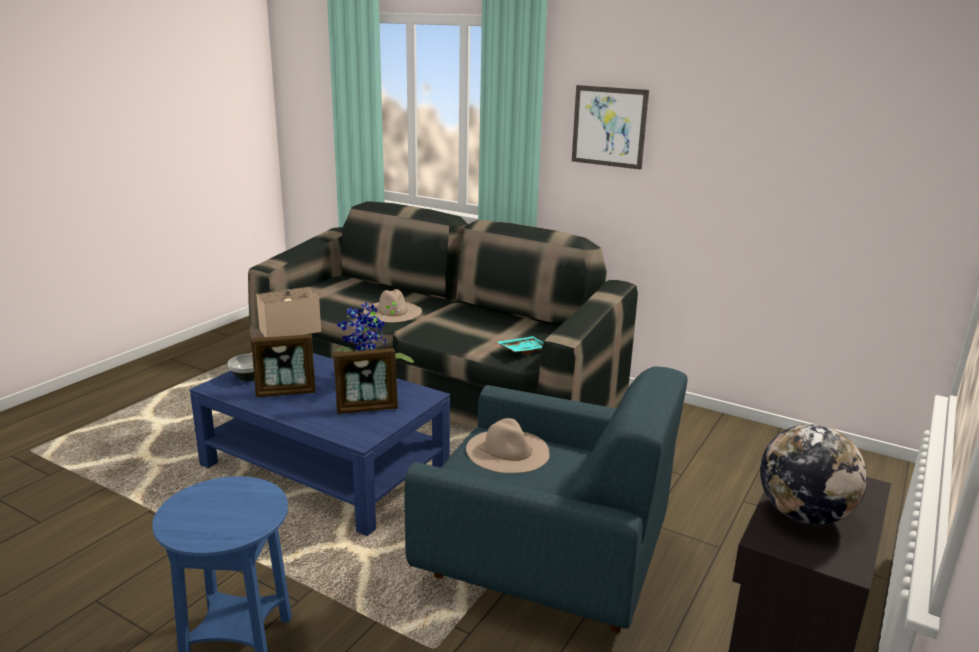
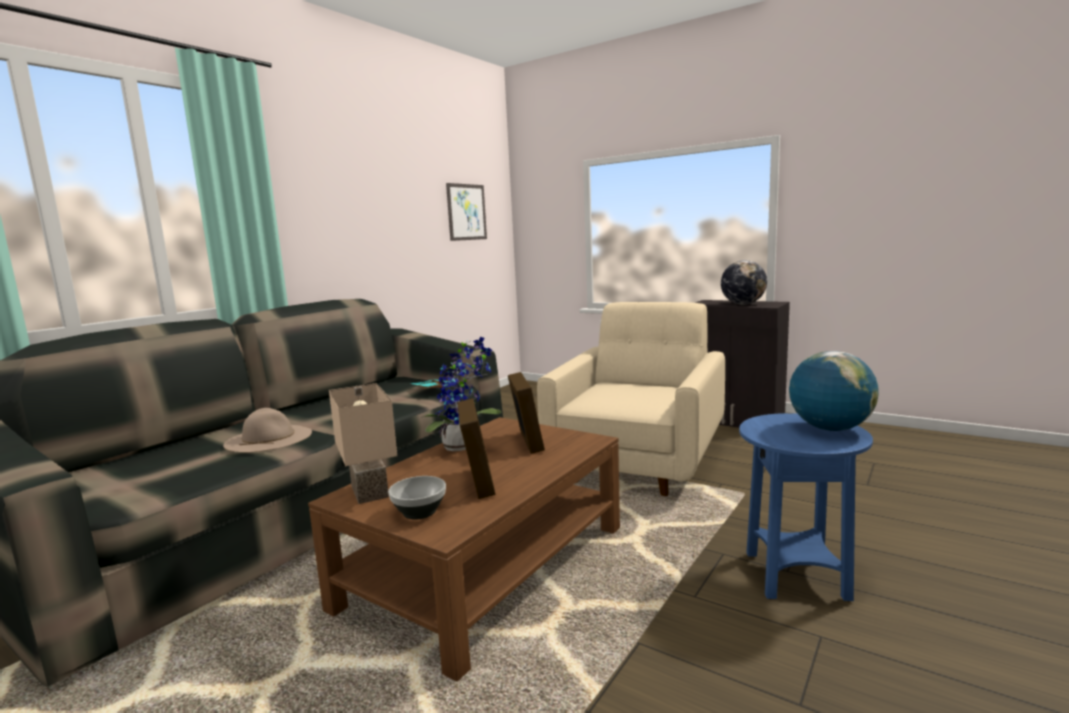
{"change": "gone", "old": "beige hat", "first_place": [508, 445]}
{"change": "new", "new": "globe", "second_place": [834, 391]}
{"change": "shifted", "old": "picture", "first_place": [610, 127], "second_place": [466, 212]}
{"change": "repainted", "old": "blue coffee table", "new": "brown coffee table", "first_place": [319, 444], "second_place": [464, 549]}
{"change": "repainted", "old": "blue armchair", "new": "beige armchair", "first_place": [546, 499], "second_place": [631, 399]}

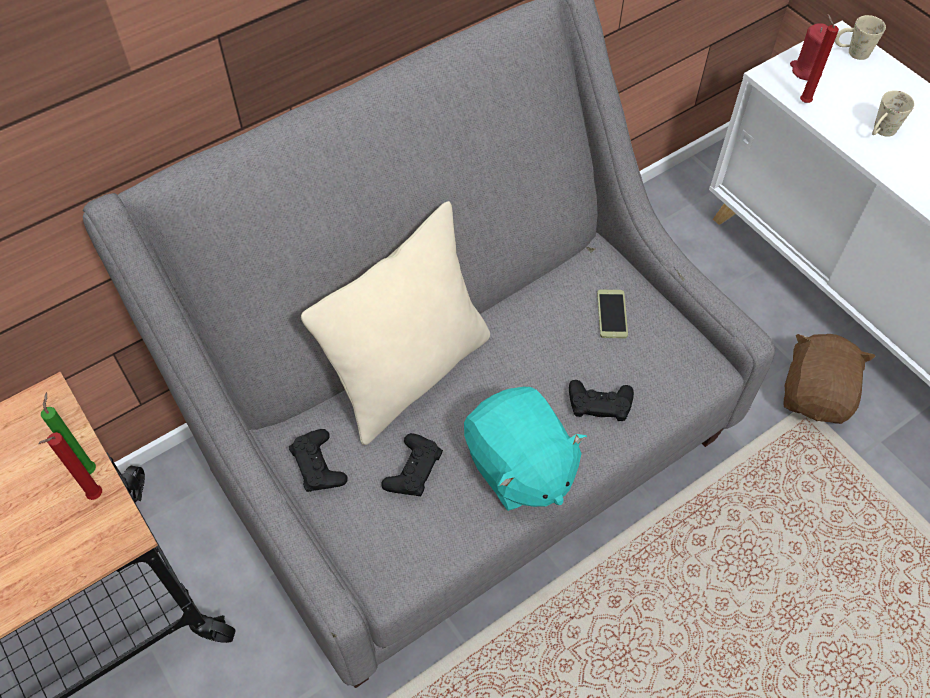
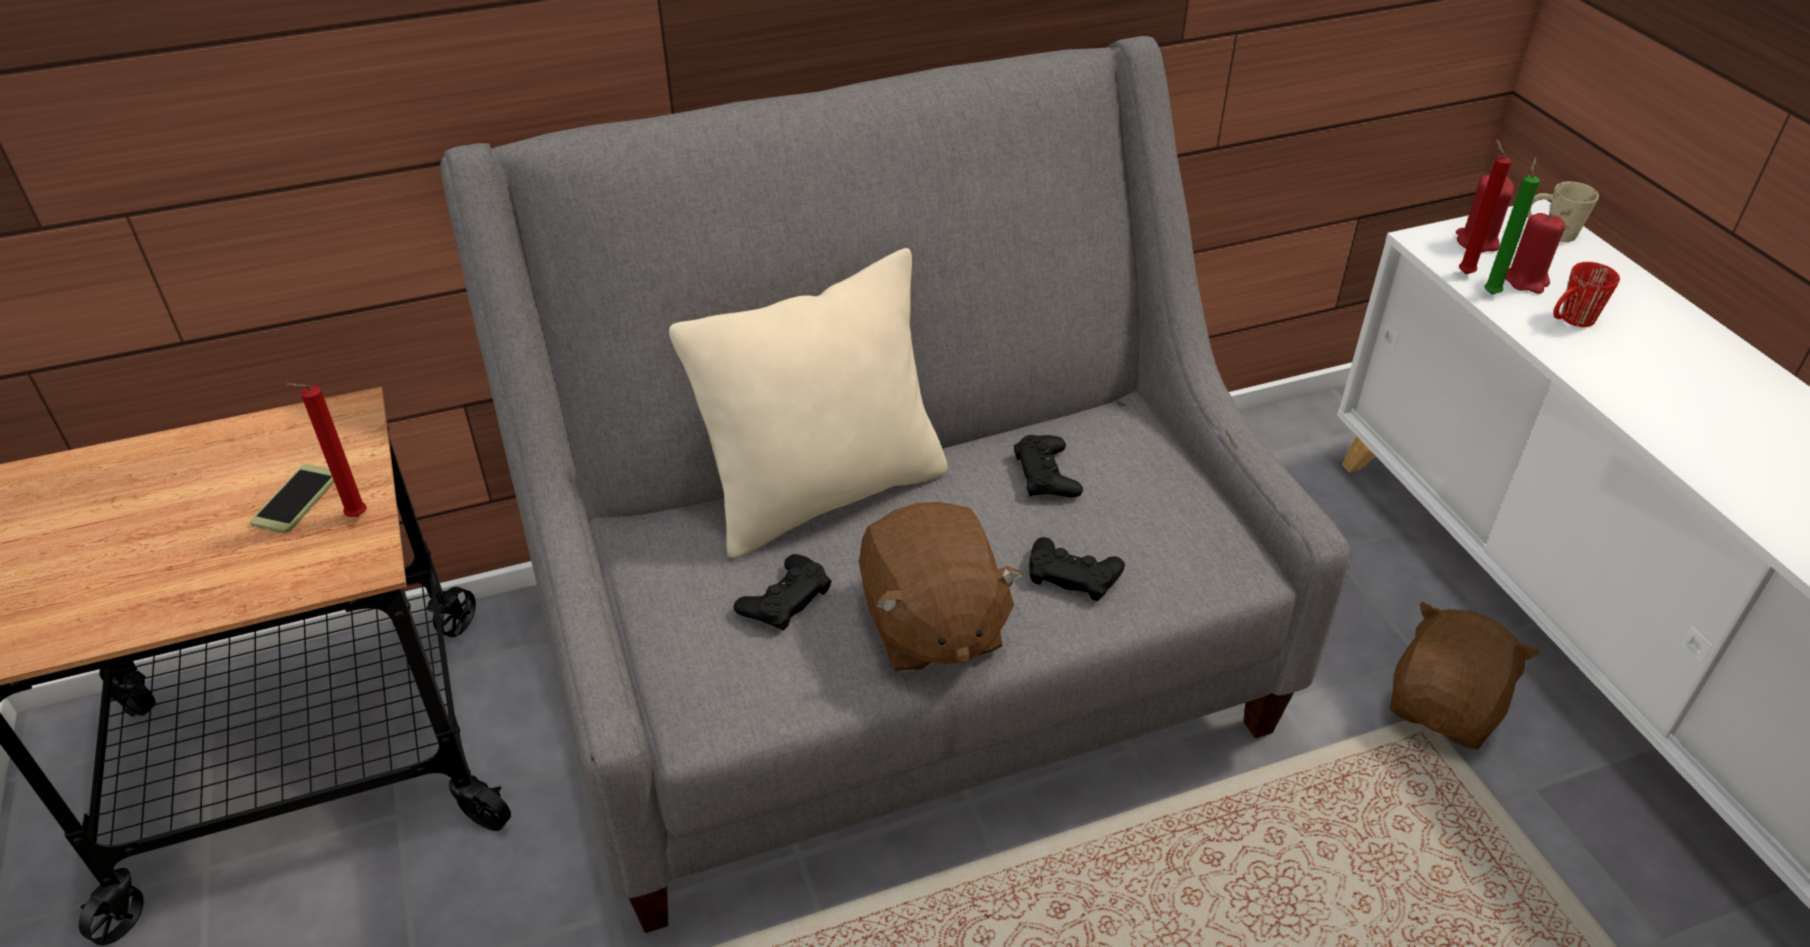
{"change": "new", "new": "red candle", "second_place": [1535, 253]}
{"change": "shifted", "old": "green candle", "first_place": [68, 433], "second_place": [1512, 226]}
{"change": "shifted", "old": "black game controller", "first_place": [318, 460], "second_place": [1048, 466]}
{"change": "shifted", "old": "phone", "first_place": [612, 314], "second_place": [292, 498]}
{"change": "repainted", "old": "turquoise plush toy", "new": "brown plush toy", "first_place": [525, 449], "second_place": [941, 587]}
{"change": "repainted", "old": "beige mug", "new": "red mug", "first_place": [893, 113], "second_place": [1586, 294]}

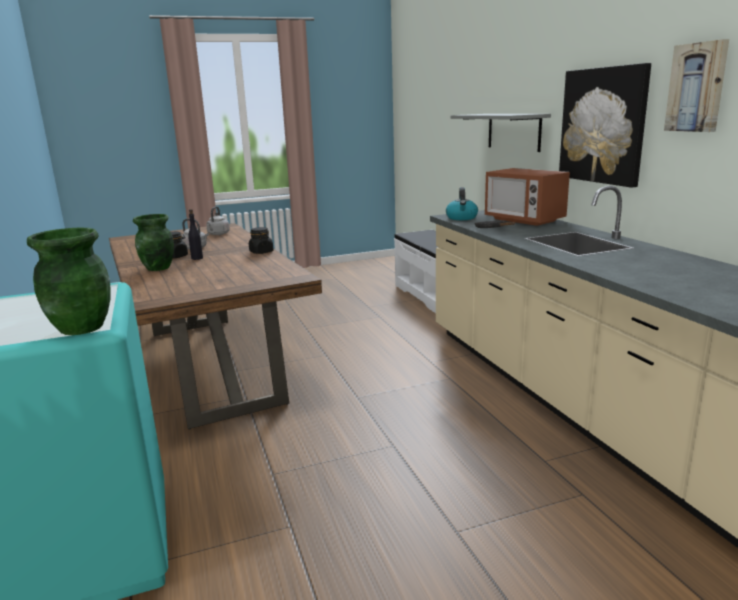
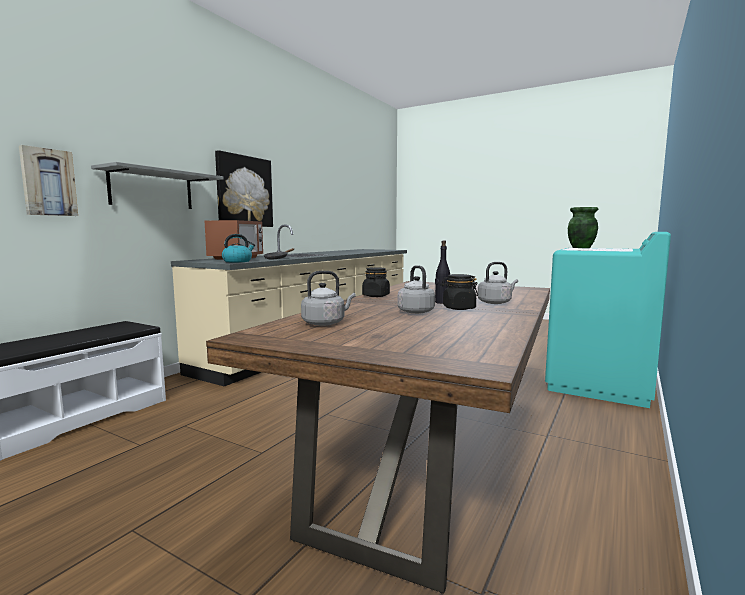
{"change": "shifted", "old": "picture", "first_place": [696, 85], "second_place": [48, 180]}
{"change": "swapped", "old": "green vase", "new": "grey kettle", "first_place": [153, 242], "second_place": [498, 283]}

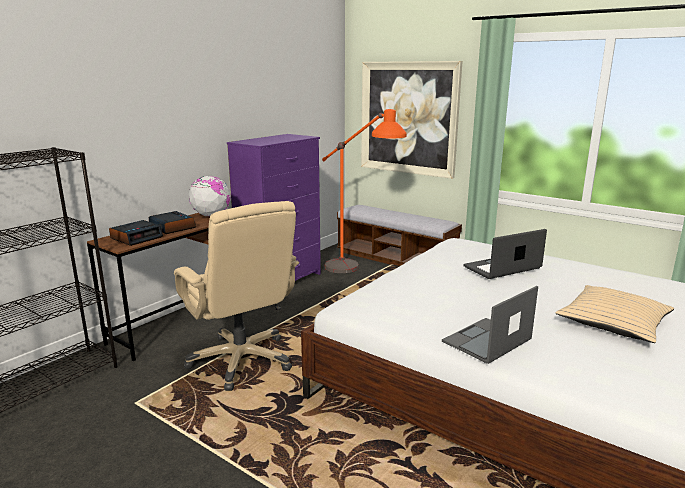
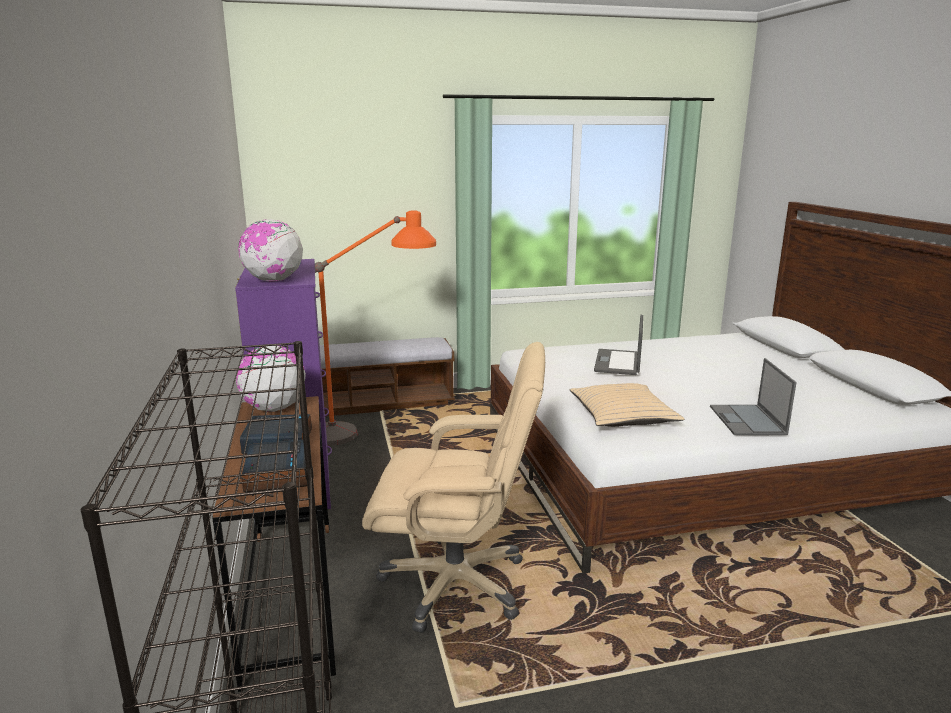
{"change": "gone", "old": "picture", "first_place": [412, 120]}
{"change": "new", "new": "globe", "second_place": [270, 250]}
{"change": "shifted", "old": "beige pillow", "first_place": [614, 314], "second_place": [627, 405]}

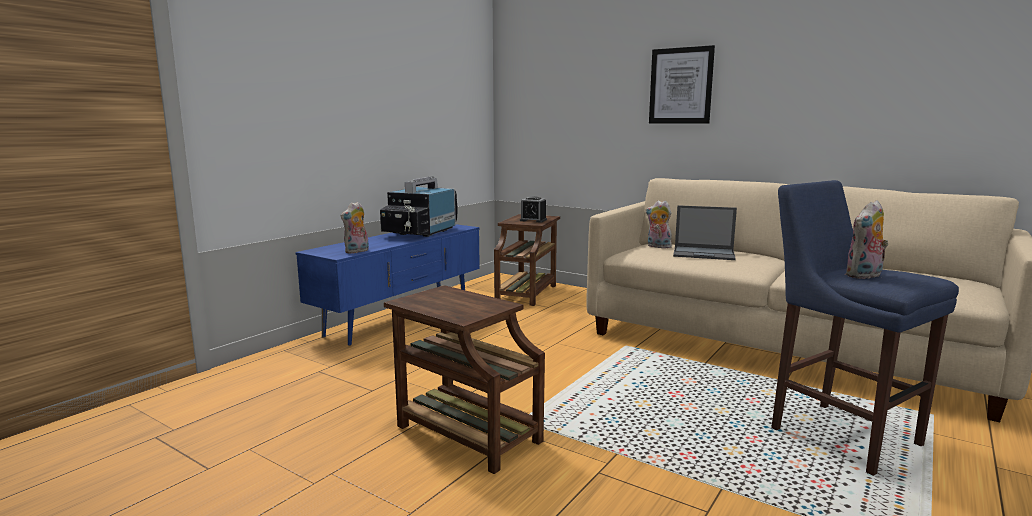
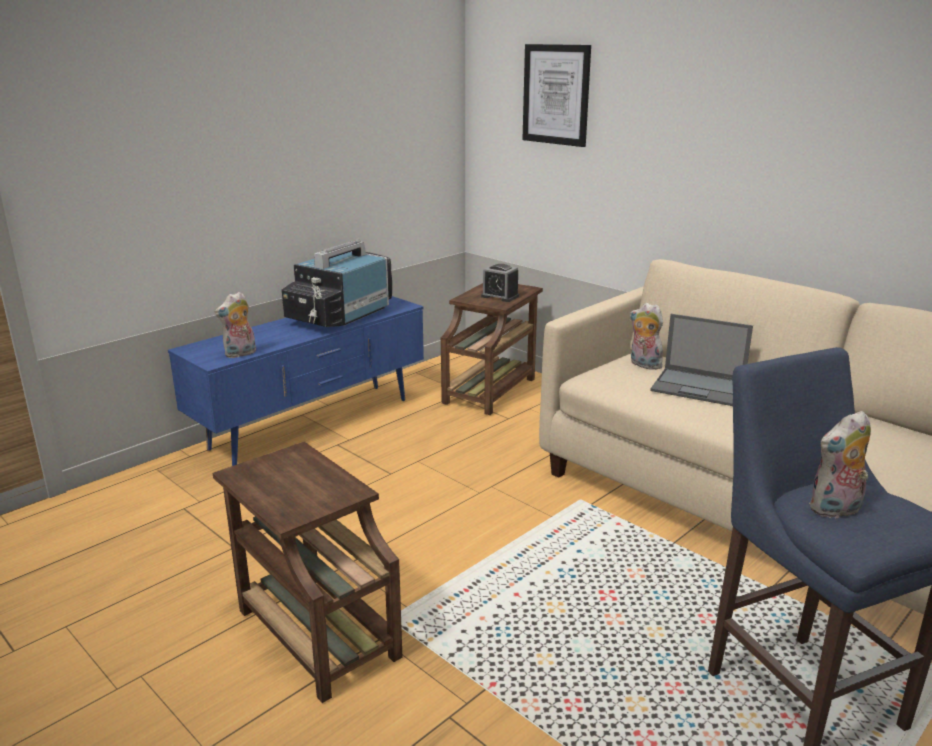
{"change": "shifted", "old": "picture", "first_place": [682, 84], "second_place": [557, 95]}

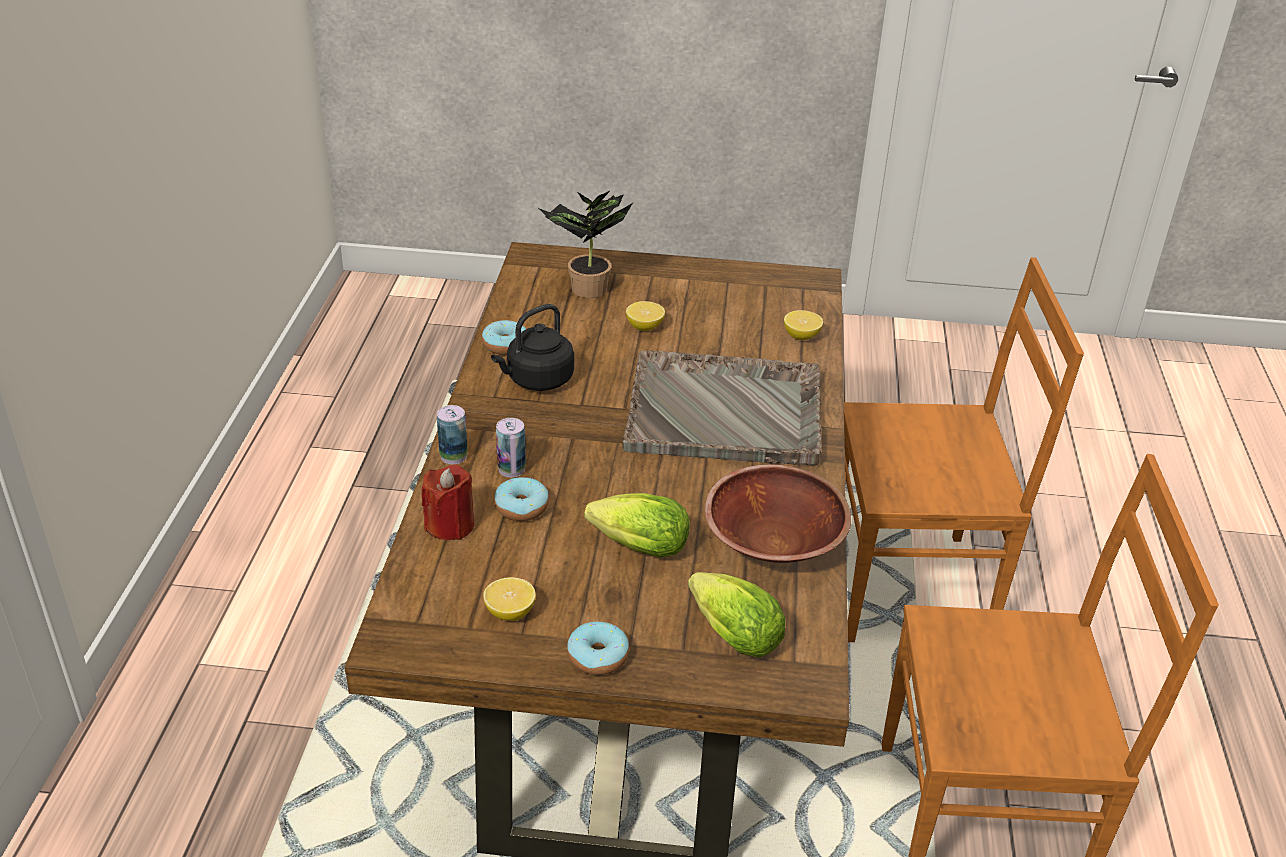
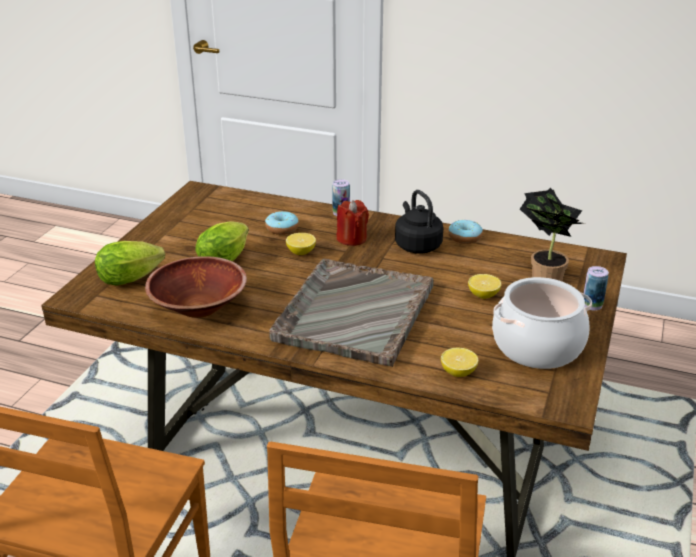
{"change": "gone", "old": "donut", "first_place": [598, 648]}
{"change": "new", "new": "cooking pot", "second_place": [542, 323]}
{"change": "shifted", "old": "red candle", "first_place": [447, 502], "second_place": [353, 223]}
{"change": "shifted", "old": "lemon", "first_place": [509, 599], "second_place": [301, 244]}
{"change": "shifted", "old": "can", "first_place": [511, 447], "second_place": [596, 288]}

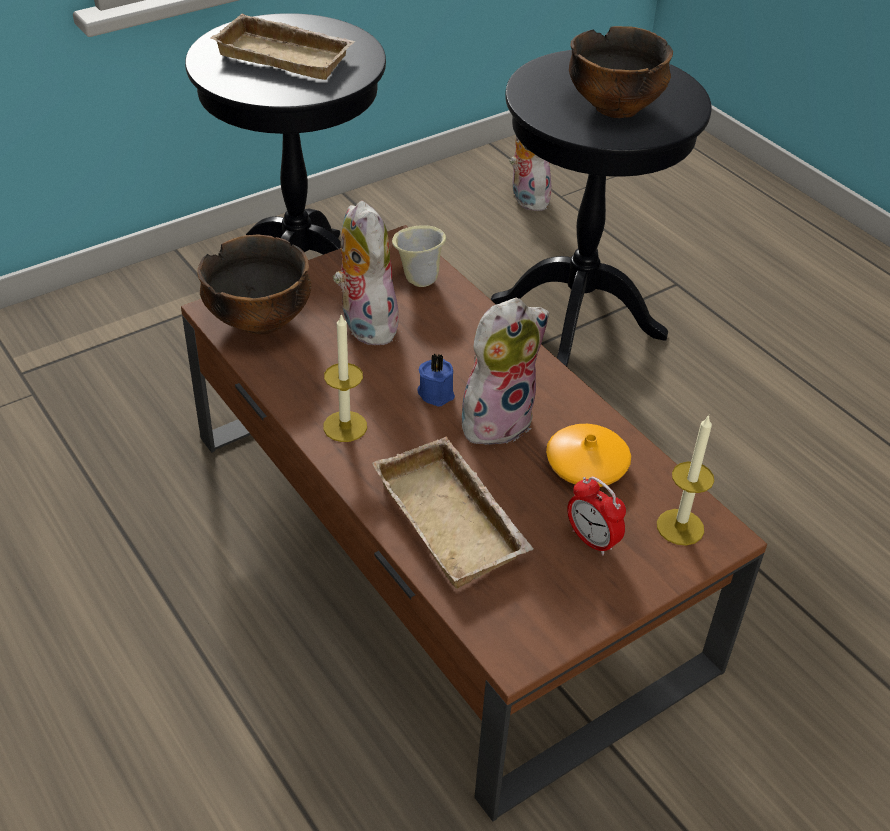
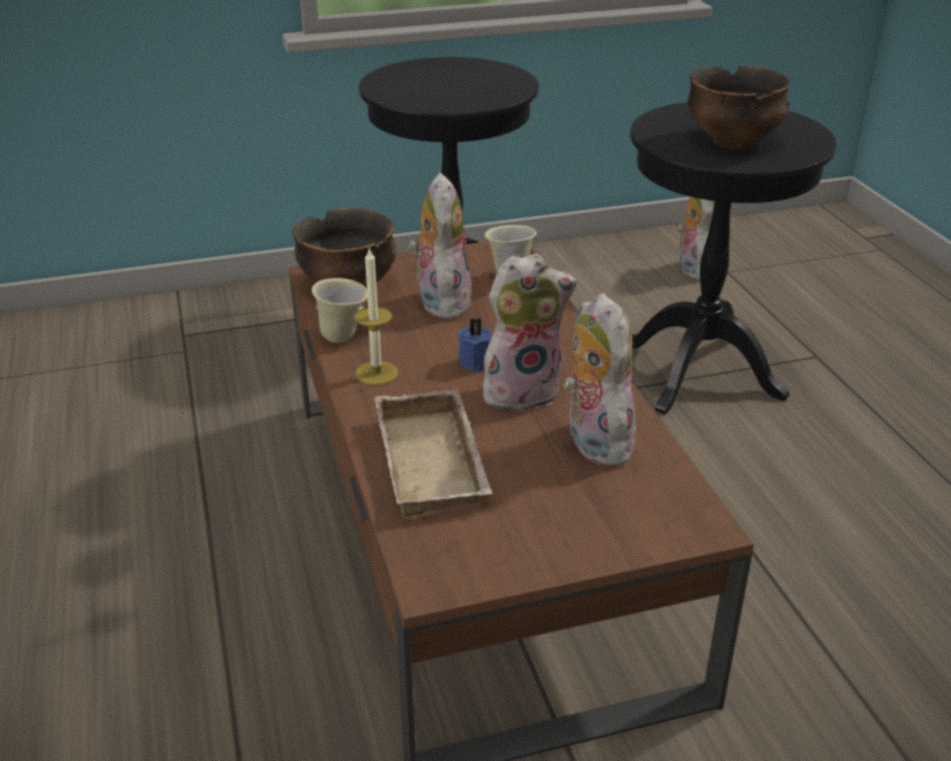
{"change": "gone", "old": "beige tray", "first_place": [283, 47]}
{"change": "gone", "old": "alarm clock", "first_place": [596, 516]}
{"change": "gone", "old": "candle", "first_place": [685, 480]}
{"change": "new", "new": "beige mug", "second_place": [340, 310]}
{"change": "swapped", "old": "orange vase", "new": "plush toy", "first_place": [588, 455], "second_place": [600, 379]}

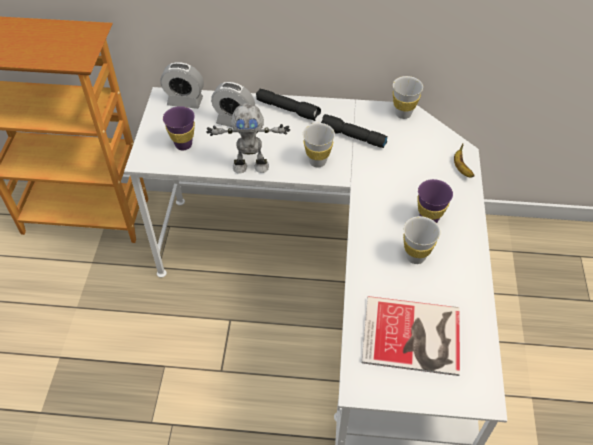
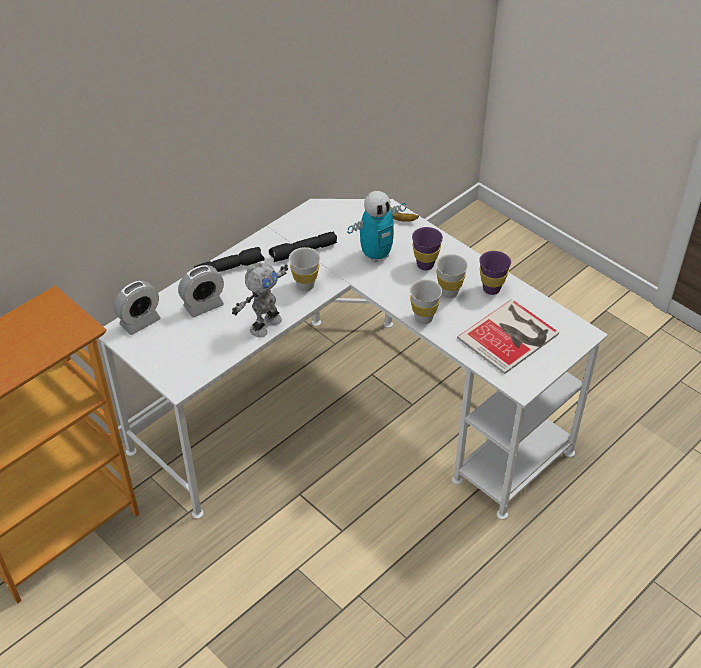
{"change": "new", "new": "toy robot", "second_place": [376, 227]}
{"change": "shifted", "old": "purple cup", "first_place": [179, 128], "second_place": [495, 273]}
{"change": "shifted", "old": "white cup", "first_place": [408, 97], "second_place": [426, 301]}

